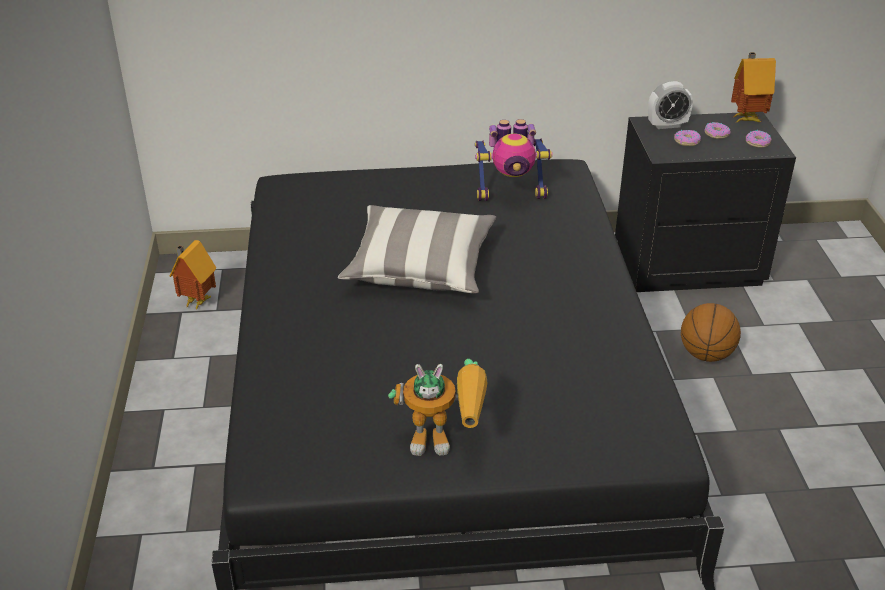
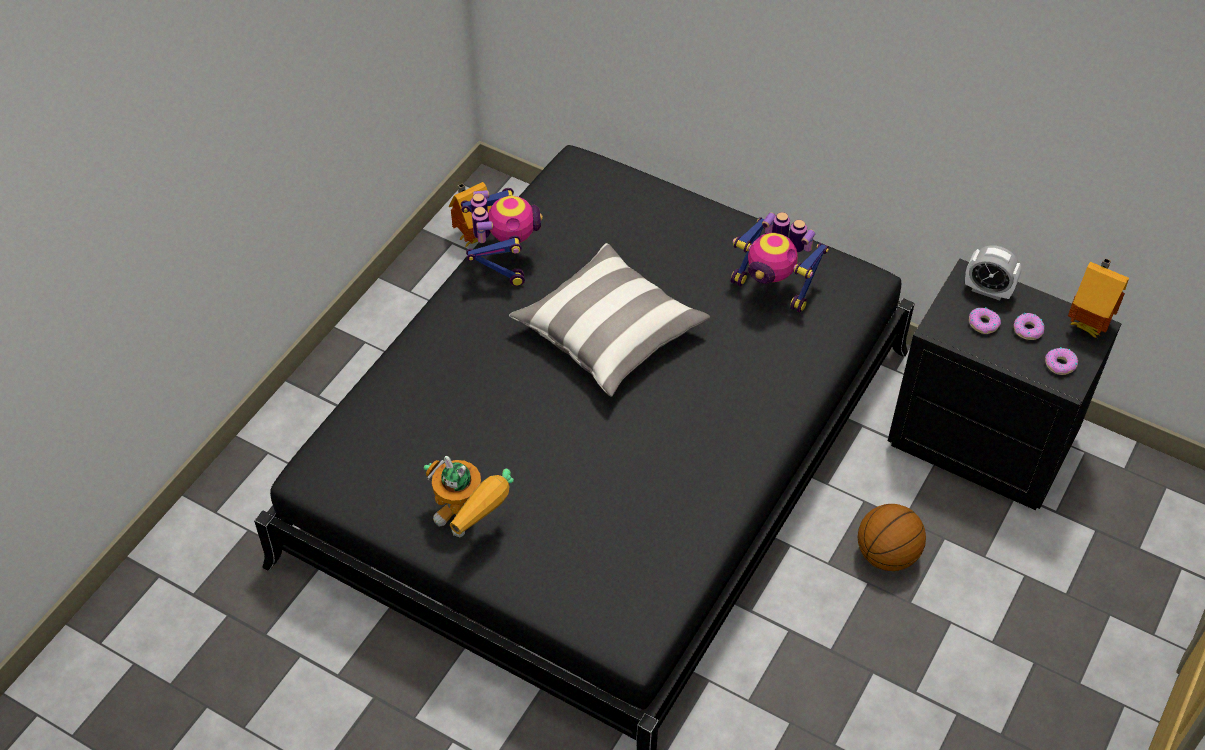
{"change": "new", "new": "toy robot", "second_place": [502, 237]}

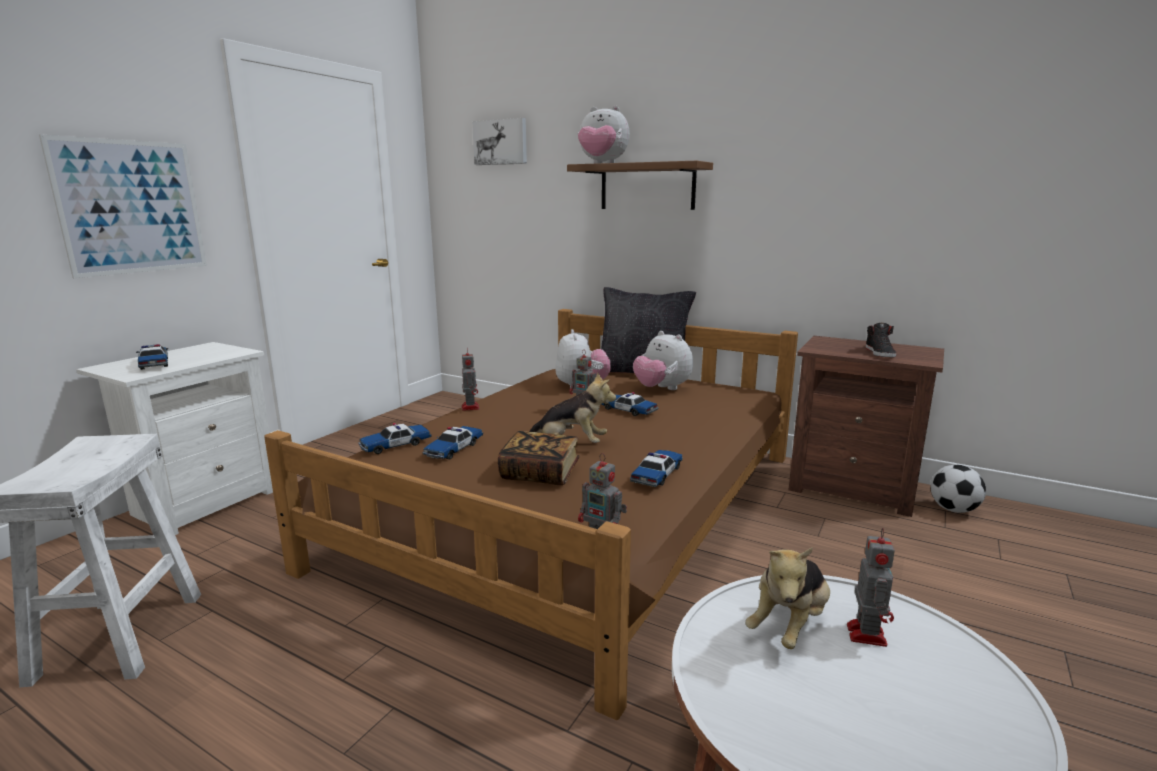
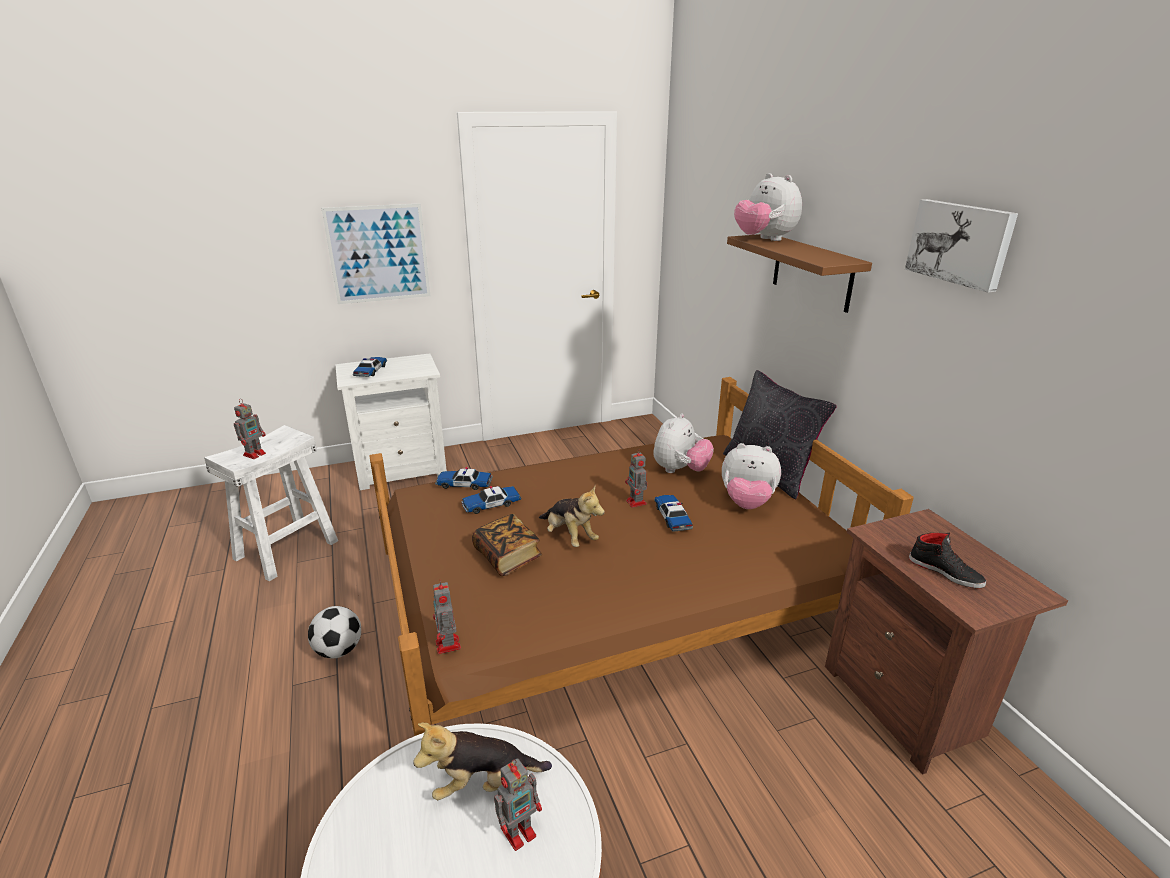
{"change": "gone", "old": "toy car", "first_place": [656, 468]}
{"change": "shifted", "old": "toy robot", "first_place": [470, 380], "second_place": [250, 429]}
{"change": "shifted", "old": "picture", "first_place": [499, 141], "second_place": [961, 246]}
{"change": "shifted", "old": "football", "first_place": [958, 489], "second_place": [334, 632]}
{"change": "rotated", "old": "plush toy", "first_place": [663, 360], "second_place": [751, 476], "degrees": -75}
{"change": "rotated", "old": "black shoe", "first_place": [881, 340], "second_place": [948, 560], "degrees": -90}

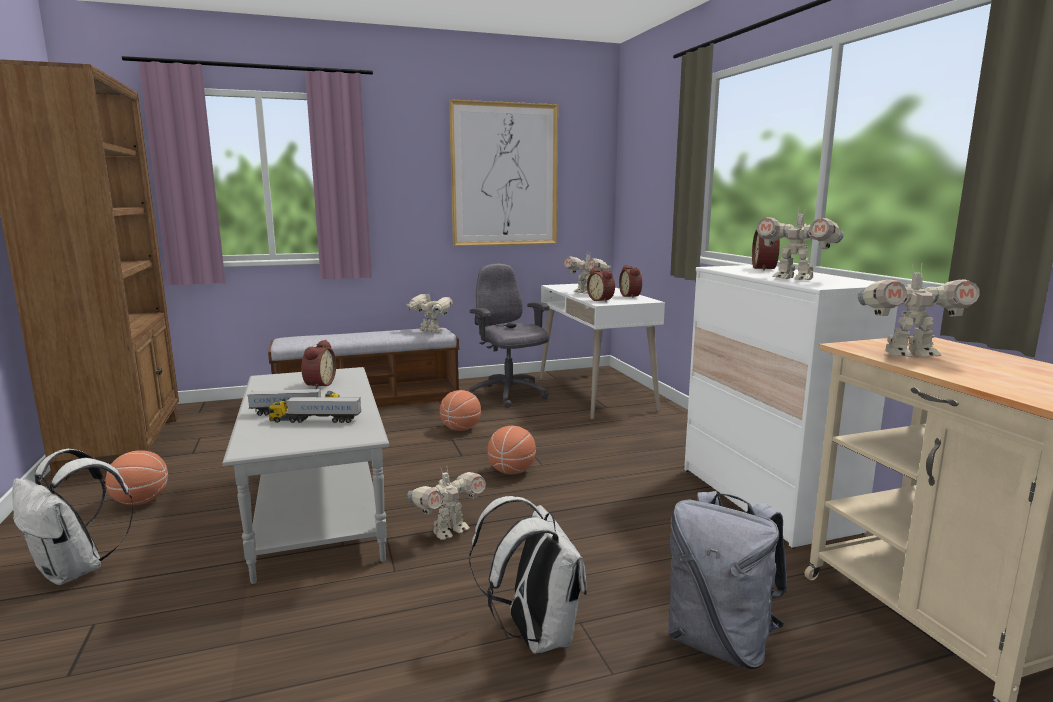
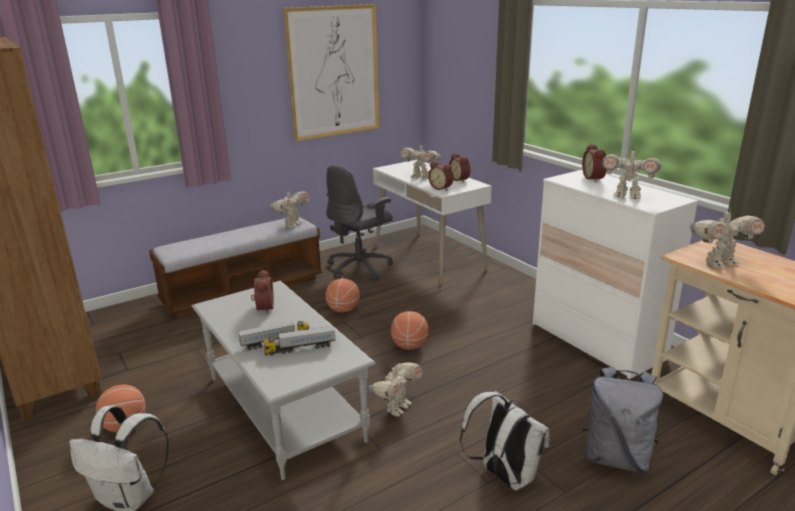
{"change": "rotated", "old": "toy robot", "first_place": [429, 313], "second_place": [290, 208], "degrees": 105}
{"change": "rotated", "old": "grey office chair", "first_place": [509, 336], "second_place": [359, 223], "degrees": -90}

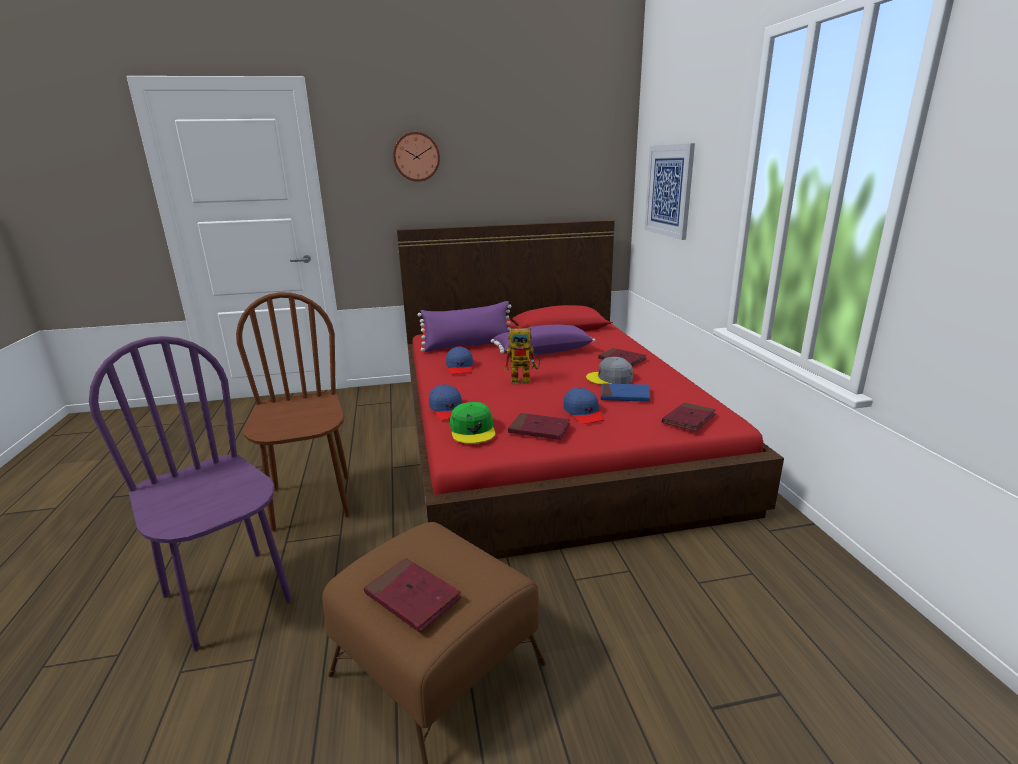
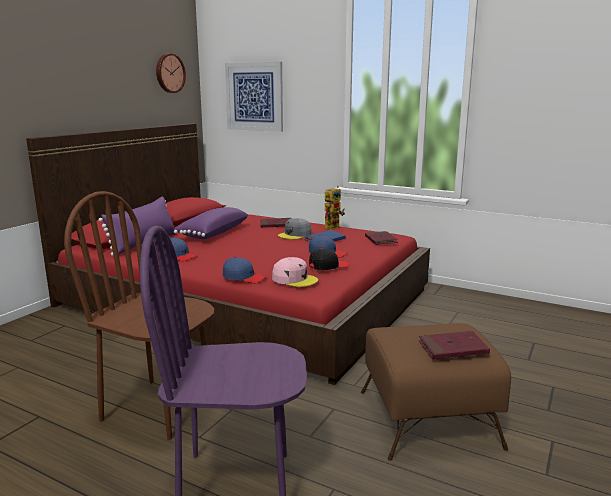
{"change": "shifted", "old": "wall clock", "first_place": [416, 157], "second_place": [171, 73]}
{"change": "shifted", "old": "toy robot", "first_place": [522, 355], "second_place": [335, 208]}
{"change": "swapped", "old": "red book", "new": "black cap", "first_place": [539, 426], "second_place": [329, 259]}
{"change": "repainted", "old": "green cap", "new": "pink cap", "first_place": [472, 423], "second_place": [295, 272]}

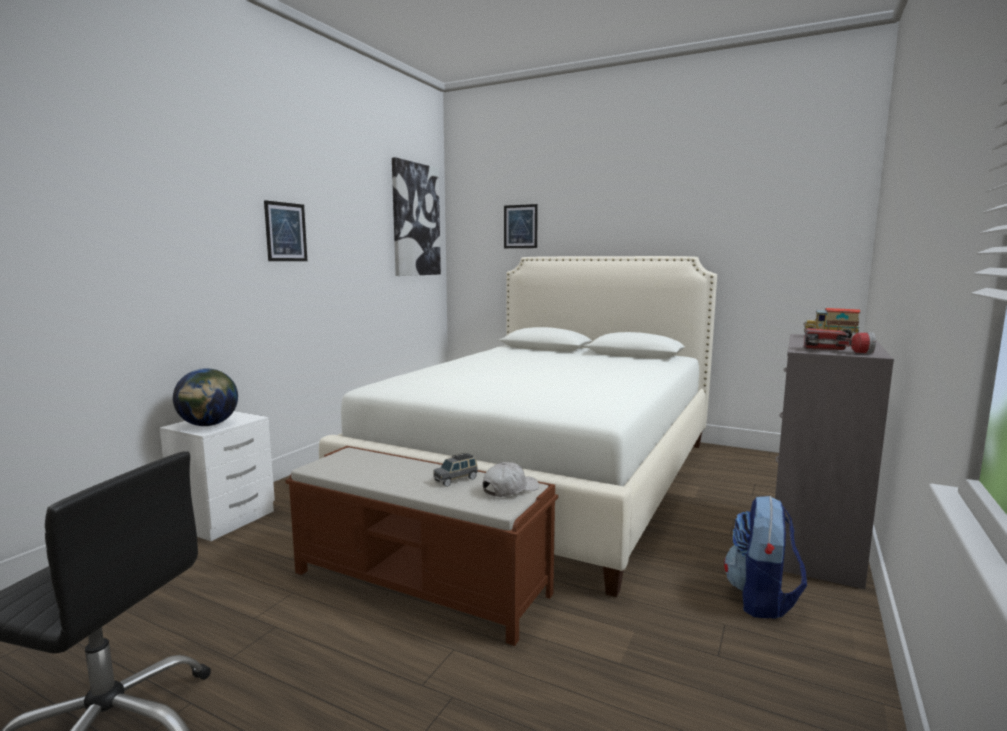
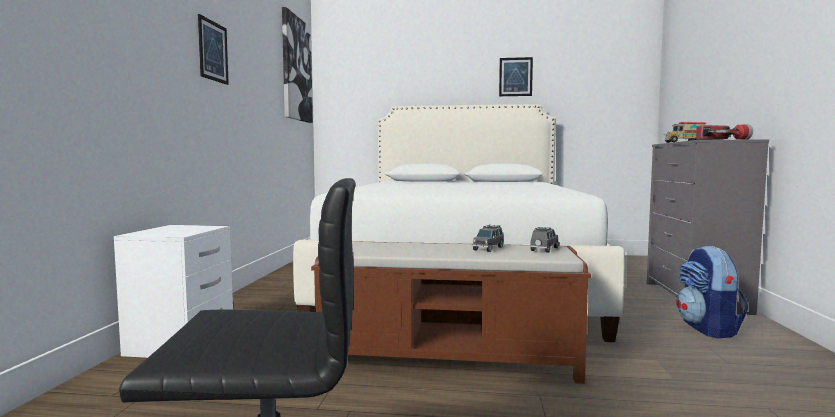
{"change": "gone", "old": "globe", "first_place": [205, 397]}
{"change": "shifted", "old": "picture", "first_place": [521, 226], "second_place": [516, 76]}
{"change": "swapped", "old": "white cap", "new": "grey toy car", "first_place": [511, 479], "second_place": [544, 240]}

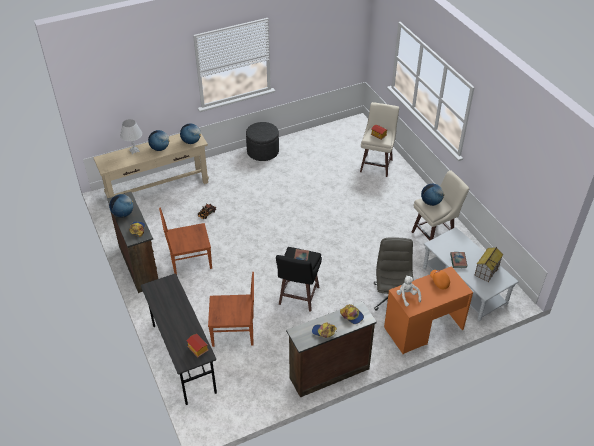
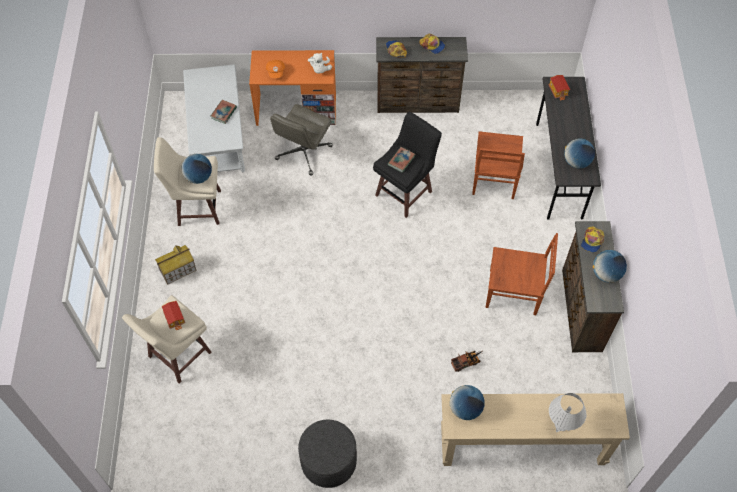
{"change": "shifted", "old": "globe", "first_place": [159, 140], "second_place": [579, 153]}
{"change": "shifted", "old": "toy house", "first_place": [488, 264], "second_place": [176, 265]}
{"change": "rotated", "old": "brown chair", "first_place": [231, 309], "second_place": [498, 165], "degrees": -105}

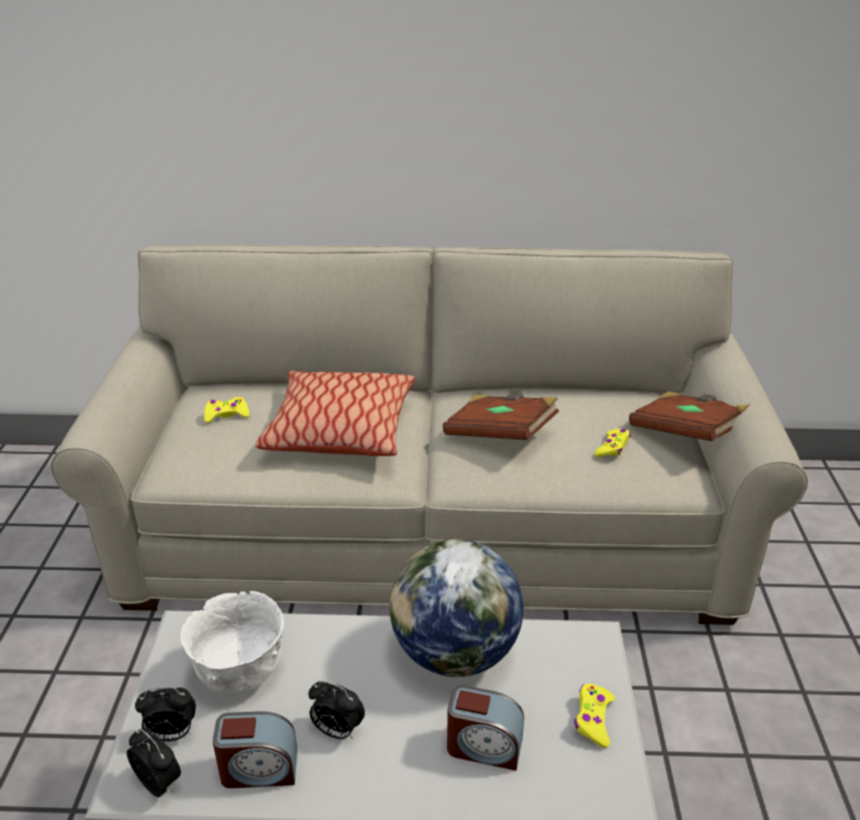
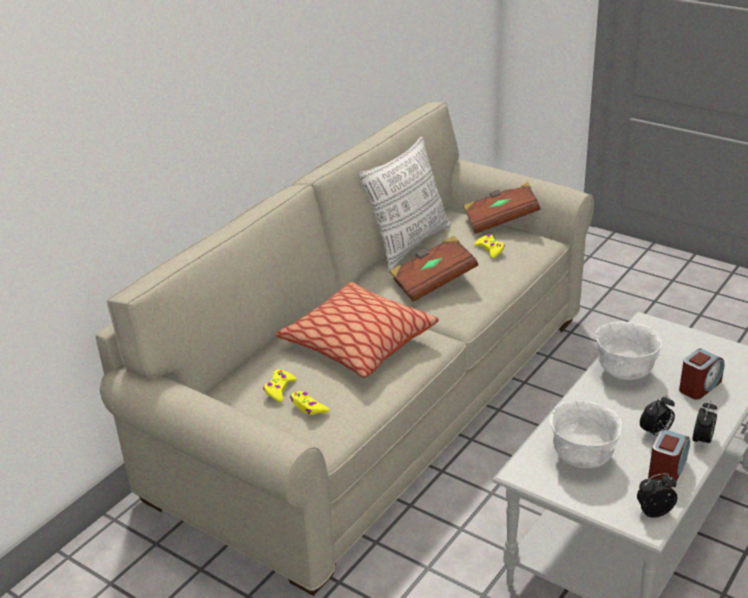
{"change": "new", "new": "pillow", "second_place": [404, 203]}
{"change": "shifted", "old": "alarm clock", "first_place": [165, 714], "second_place": [704, 424]}
{"change": "shifted", "old": "yellow game controller", "first_place": [594, 716], "second_place": [309, 403]}
{"change": "swapped", "old": "globe", "new": "white bowl", "first_place": [456, 608], "second_place": [629, 350]}

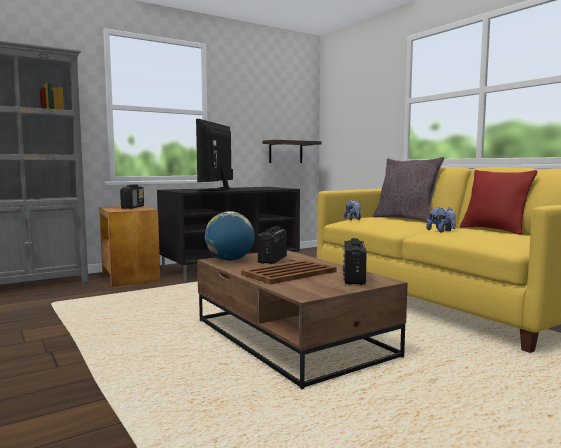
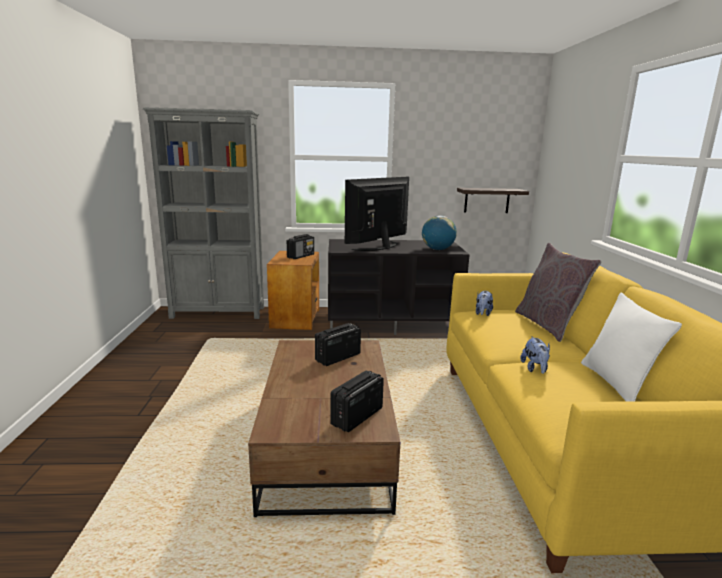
{"change": "gone", "old": "brown tray", "first_place": [289, 272]}
{"change": "shifted", "old": "globe", "first_place": [229, 236], "second_place": [439, 233]}
{"change": "repainted", "old": "red pillow", "new": "white pillow", "first_place": [498, 202], "second_place": [631, 347]}

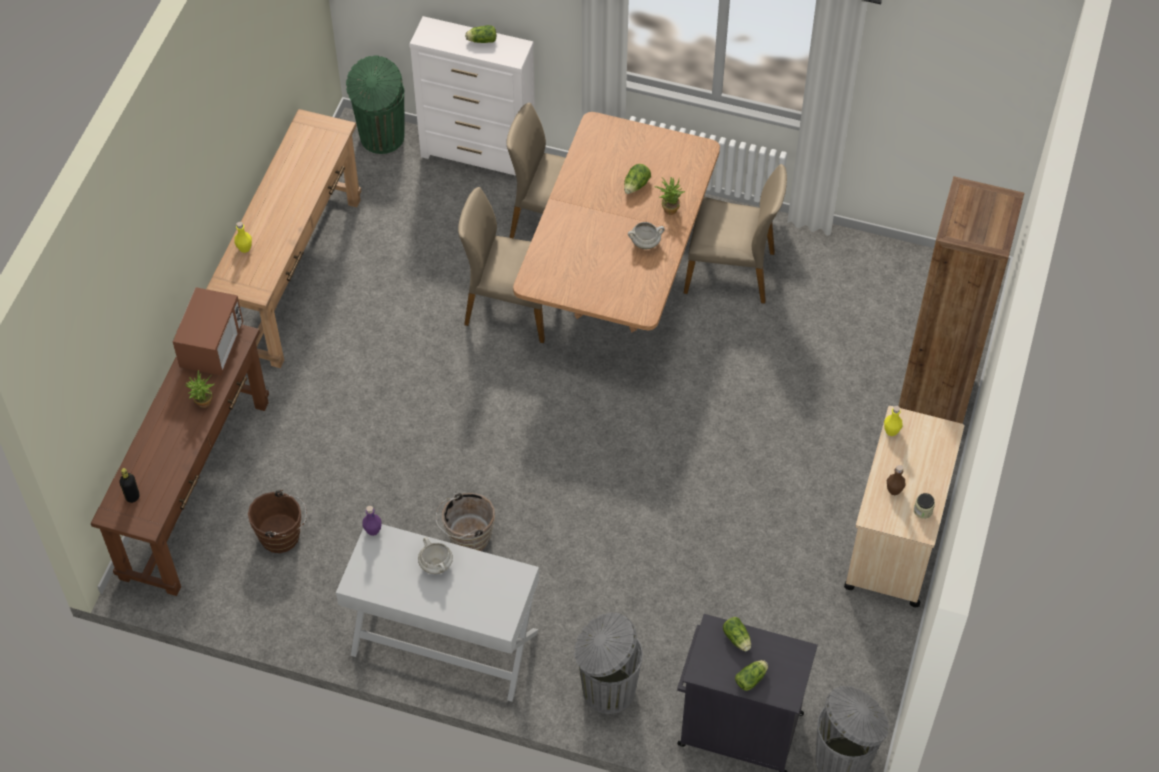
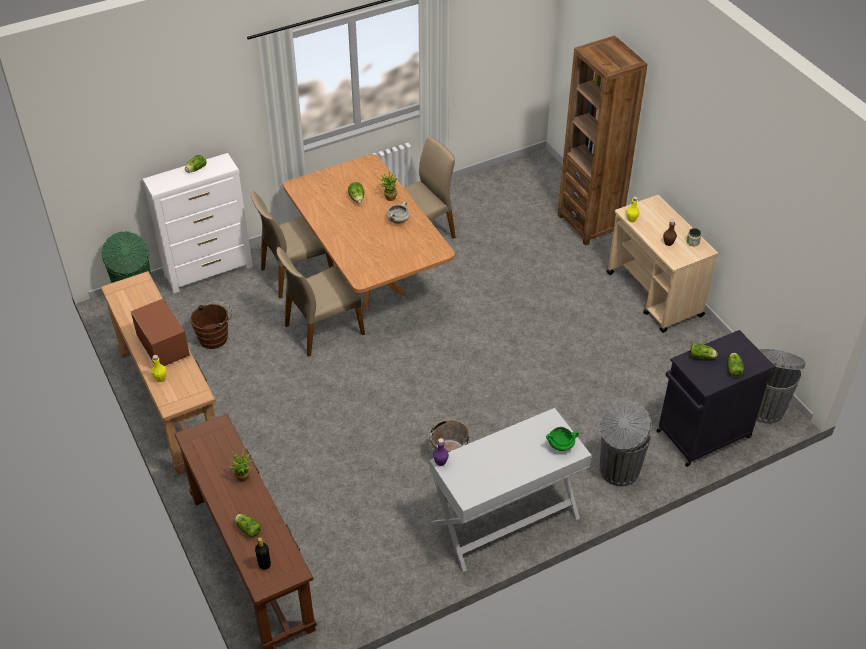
{"change": "gone", "old": "white cooking pot", "first_place": [435, 555]}
{"change": "new", "new": "lettuce", "second_place": [248, 526]}
{"change": "new", "new": "green cooking pot", "second_place": [562, 439]}
{"change": "shifted", "old": "microwave", "first_place": [208, 331], "second_place": [160, 332]}
{"change": "shifted", "old": "brown bucket", "first_place": [277, 521], "second_place": [211, 325]}

